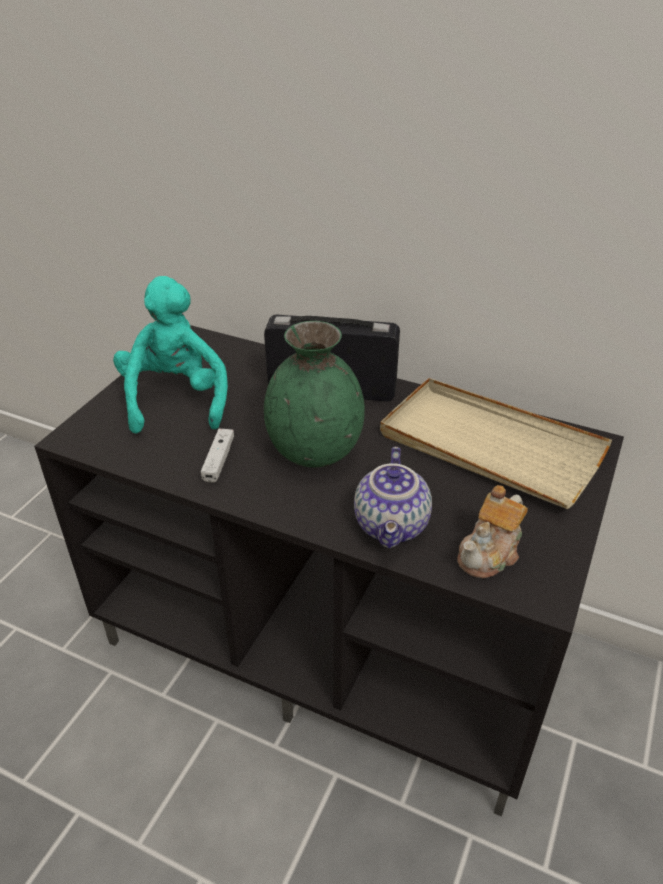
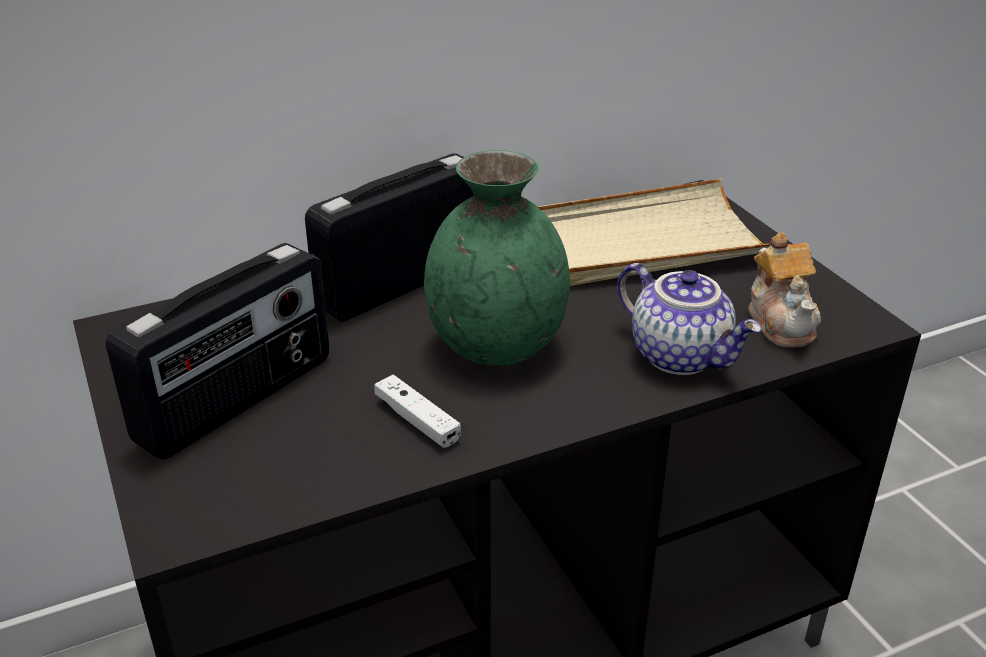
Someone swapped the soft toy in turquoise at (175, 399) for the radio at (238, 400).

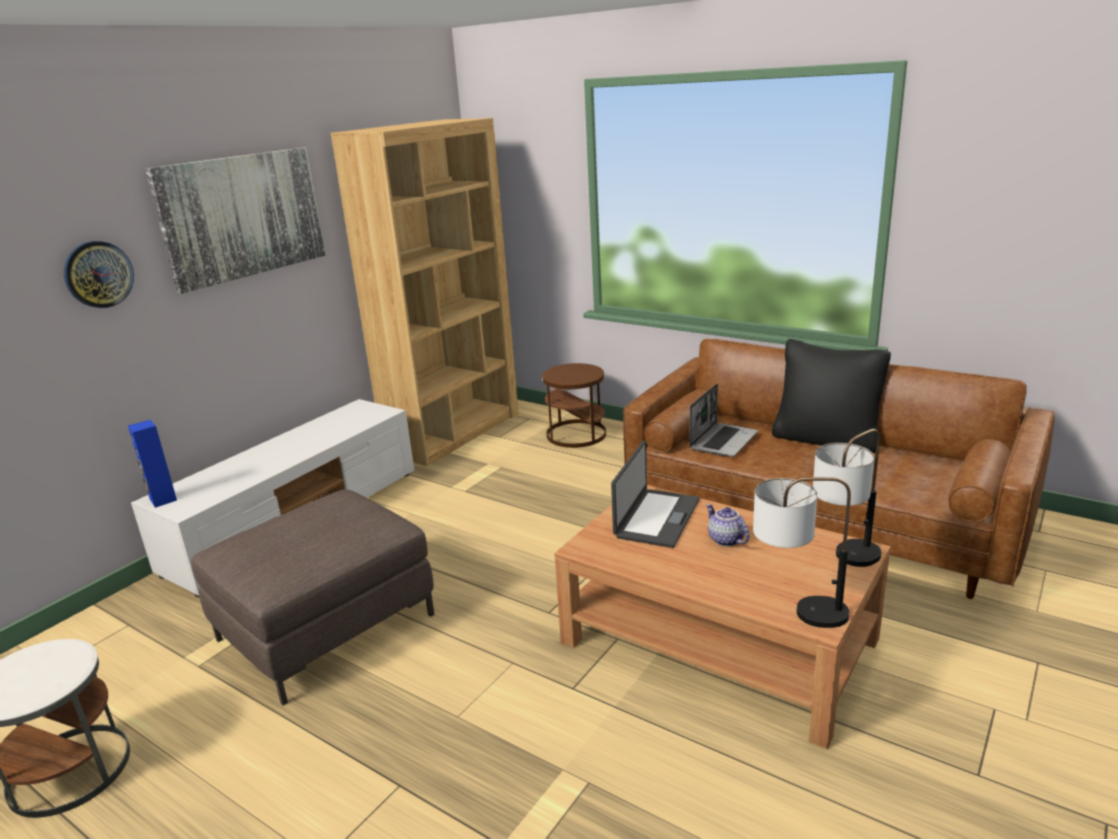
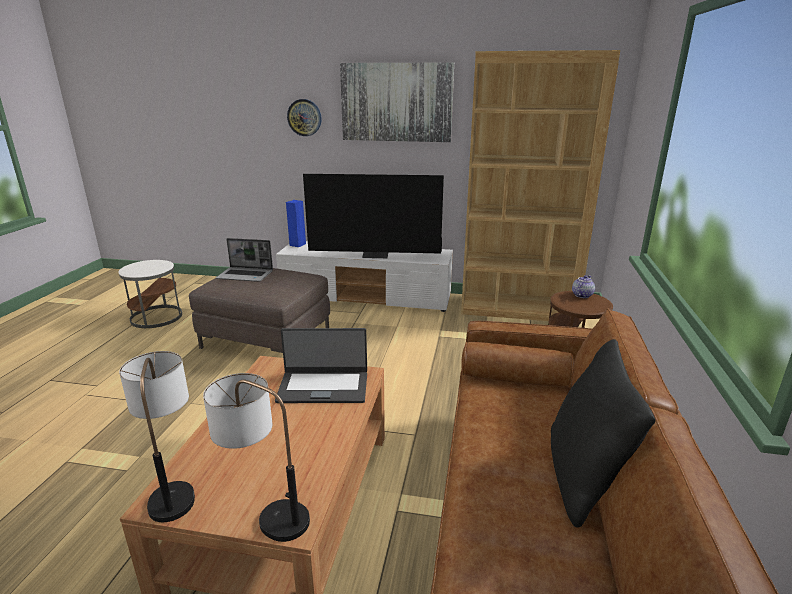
Someone put down the television at (375, 255).
Someone carried the notebook computer from (723, 441) to (246, 275).
Someone carried the teapot from (725, 540) to (581, 295).

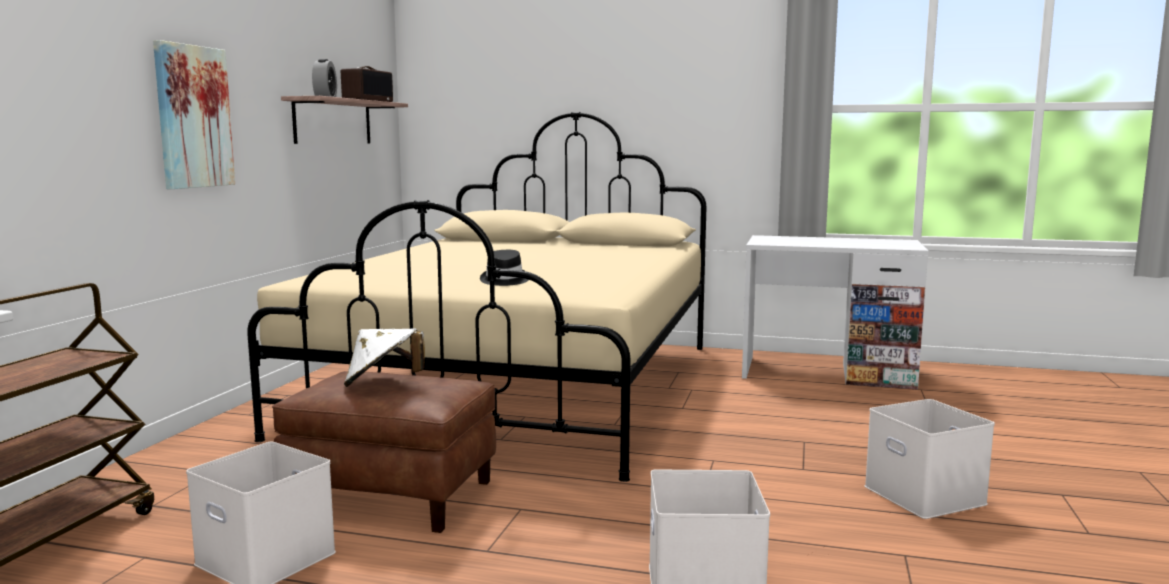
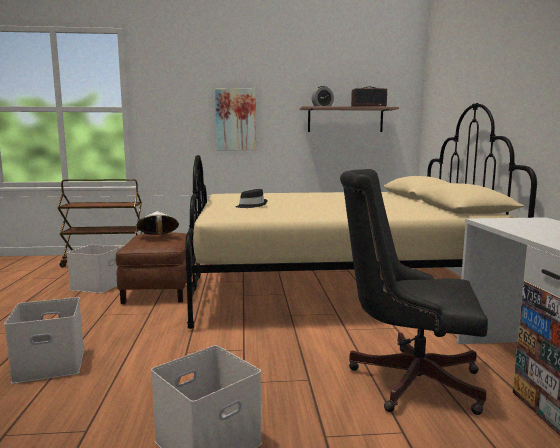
Someone put down the office chair in black at (407, 379).

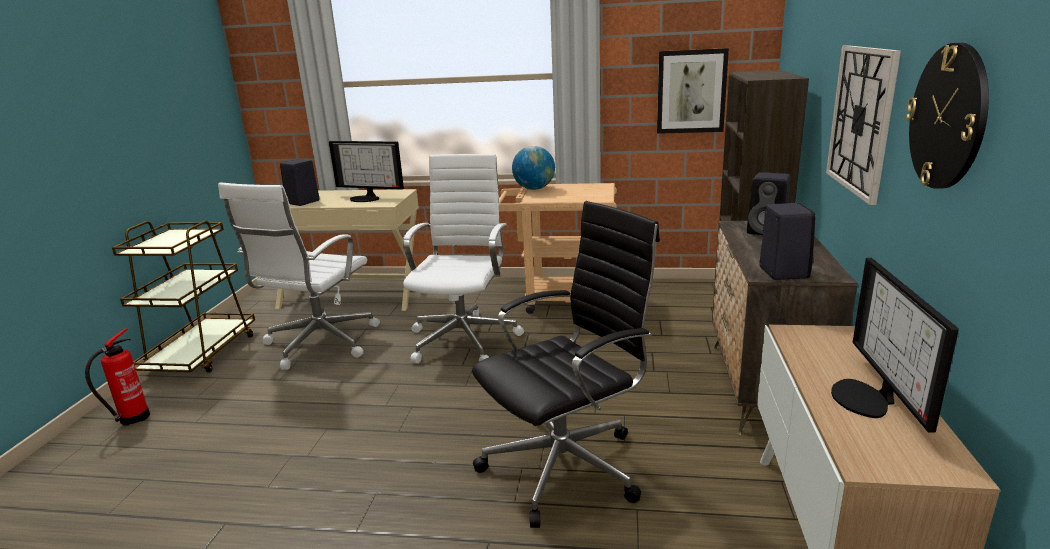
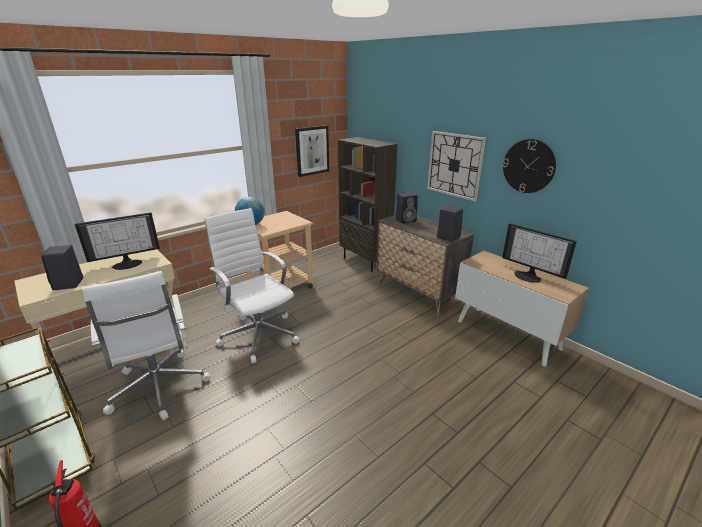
Someone took away the office chair in black at (567, 465).

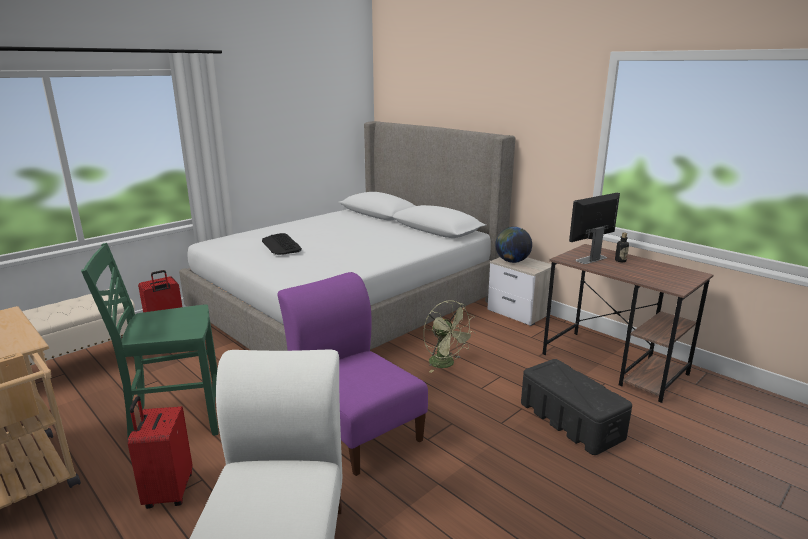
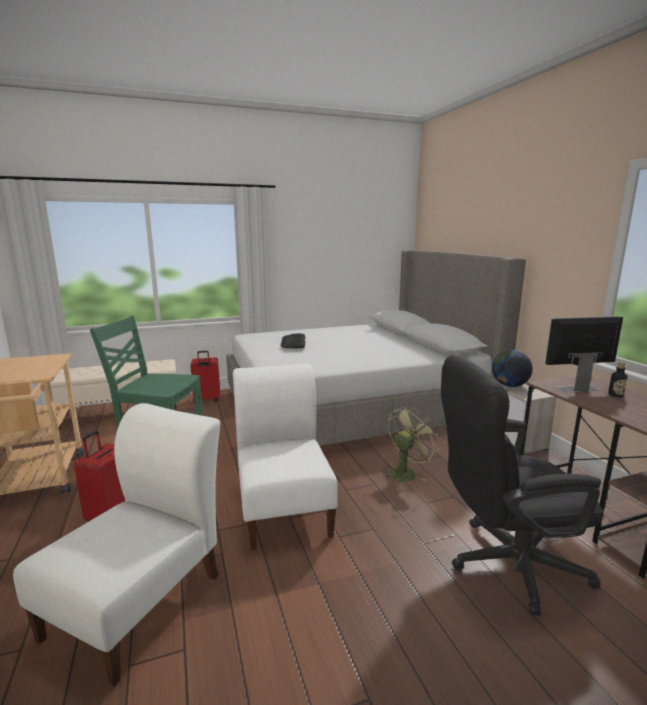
Someone swapped the storage container in black at (570, 420) for the office chair in black at (504, 563).
Someone repainted the upright chair in purple-coloured at (355, 427), which became the upright chair in white at (284, 506).
Someone rotated the cooling fan in green-coloured at (446, 364) by 120 degrees counterclockwise.

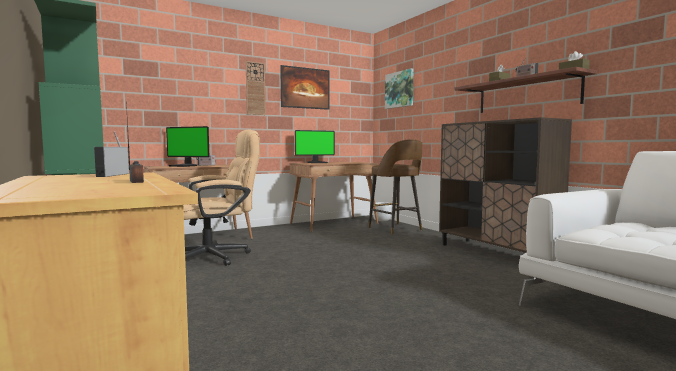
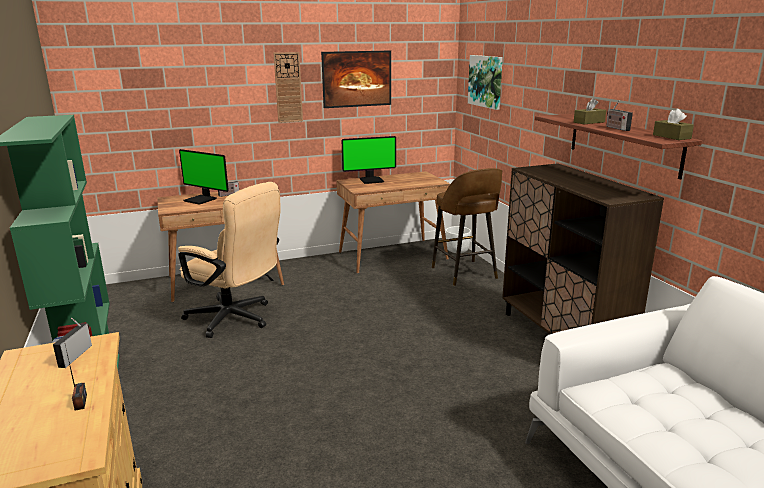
Someone rotated the office chair in sand-coloured at (217, 256) by 45 degrees clockwise.

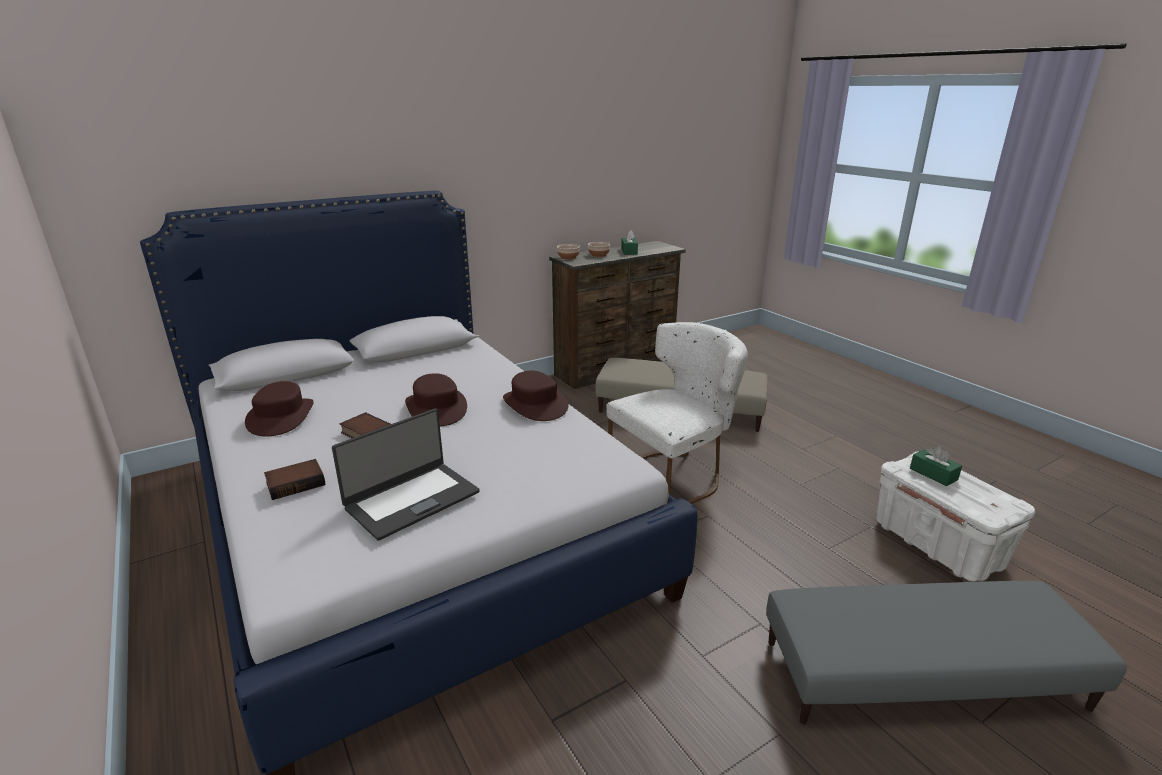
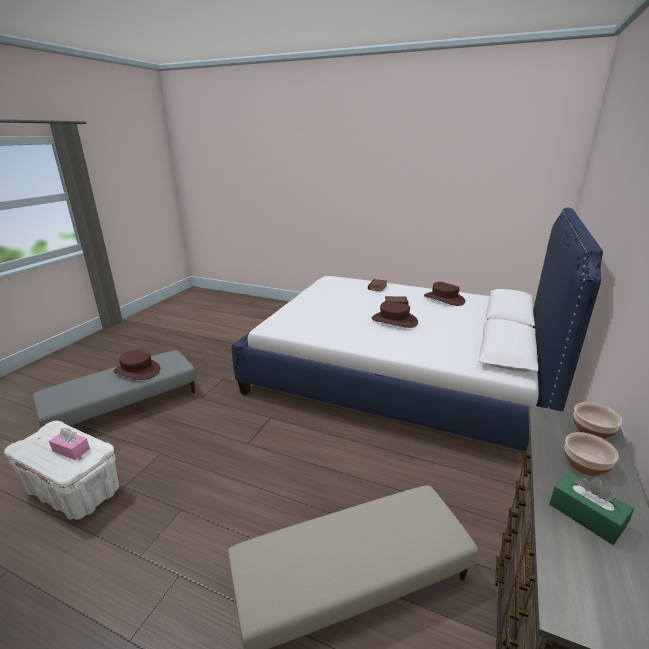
Someone took away the notebook computer at (411, 499).
Someone took away the upright chair in white at (674, 476).
Someone carried the wearable hat in brown-coloured from (534, 404) to (137, 370).
Someone repainted the box of tissues in green-coloured at (933, 474), which became the box of tissues in pinkish at (71, 450).

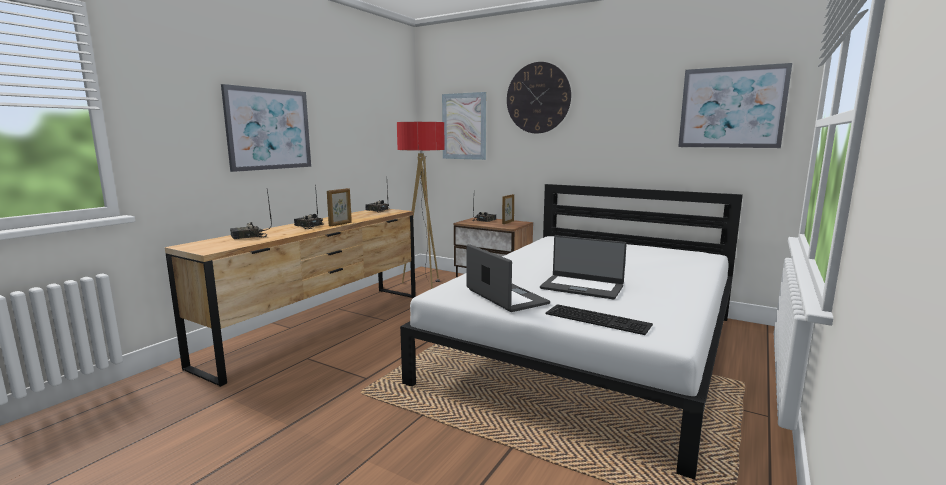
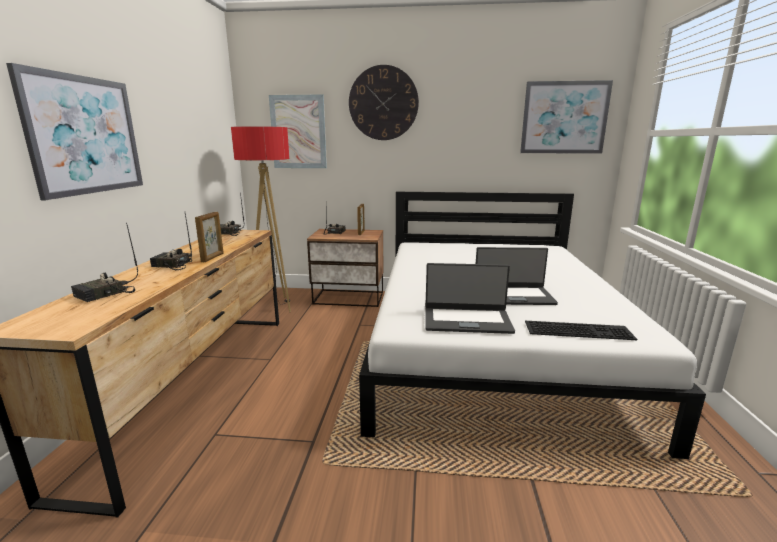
Someone rotated the notebook computer at (505, 297) by 150 degrees clockwise.

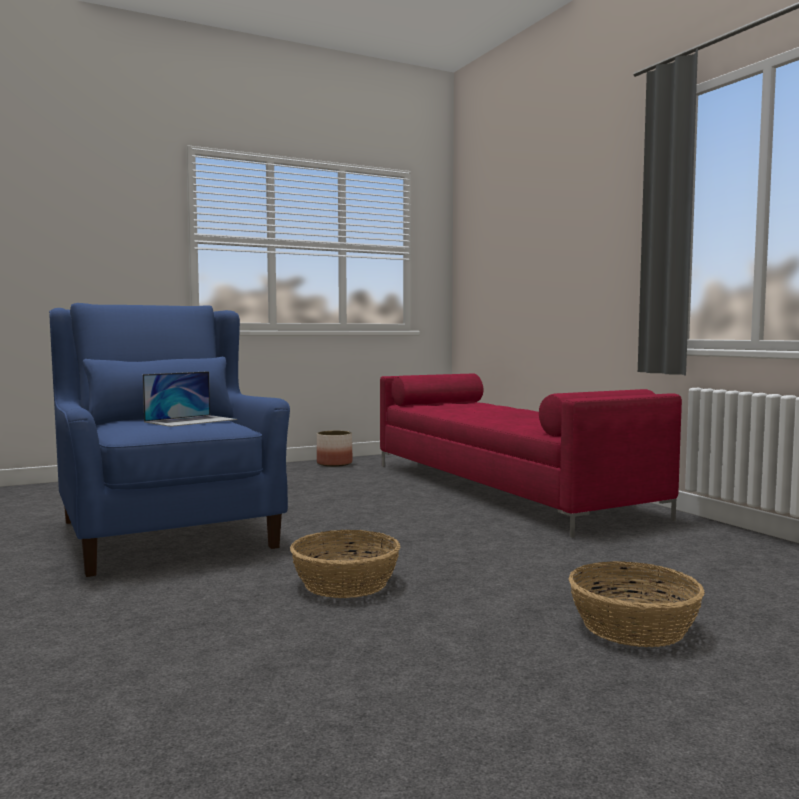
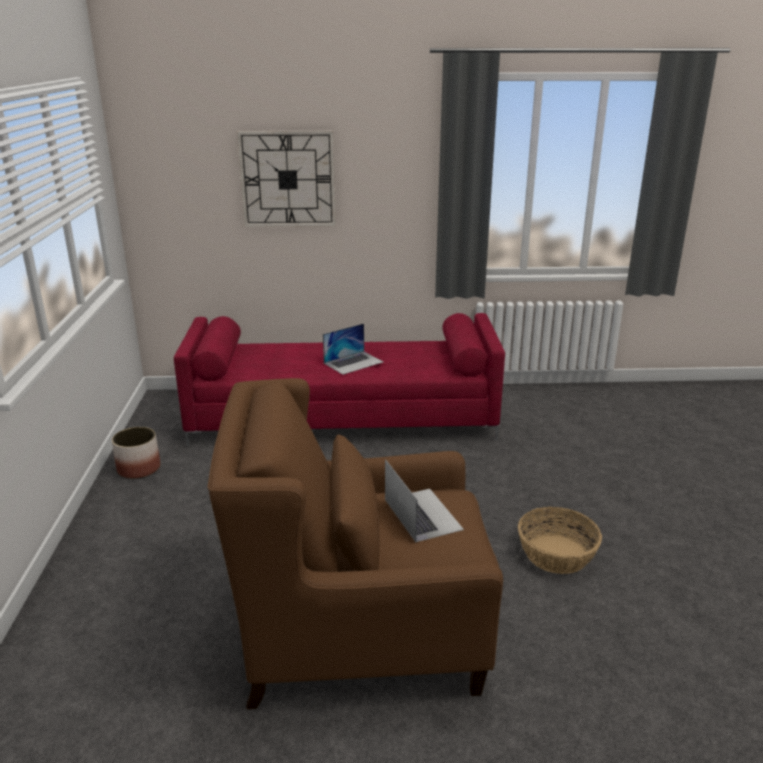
Someone took away the household basket at (634, 627).
Someone put up the hanging clock at (288, 179).
Someone put down the notebook computer at (353, 362).
Someone repainted the armchair in blue at (166, 534), which became the armchair in brown-coloured at (362, 630).

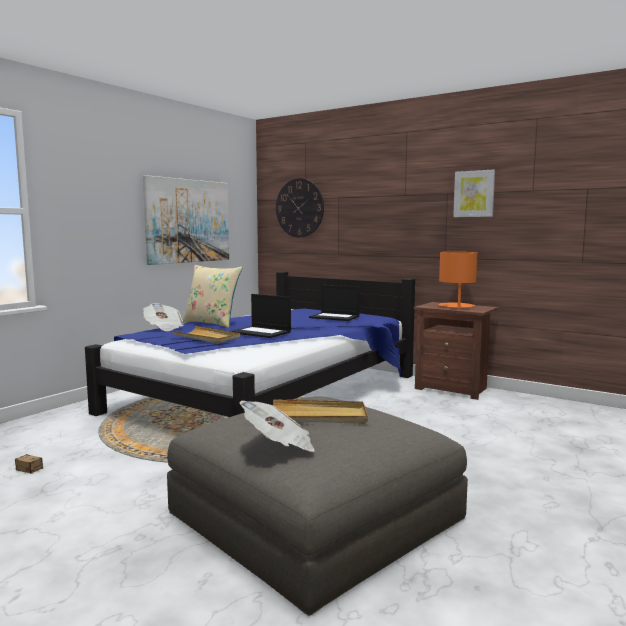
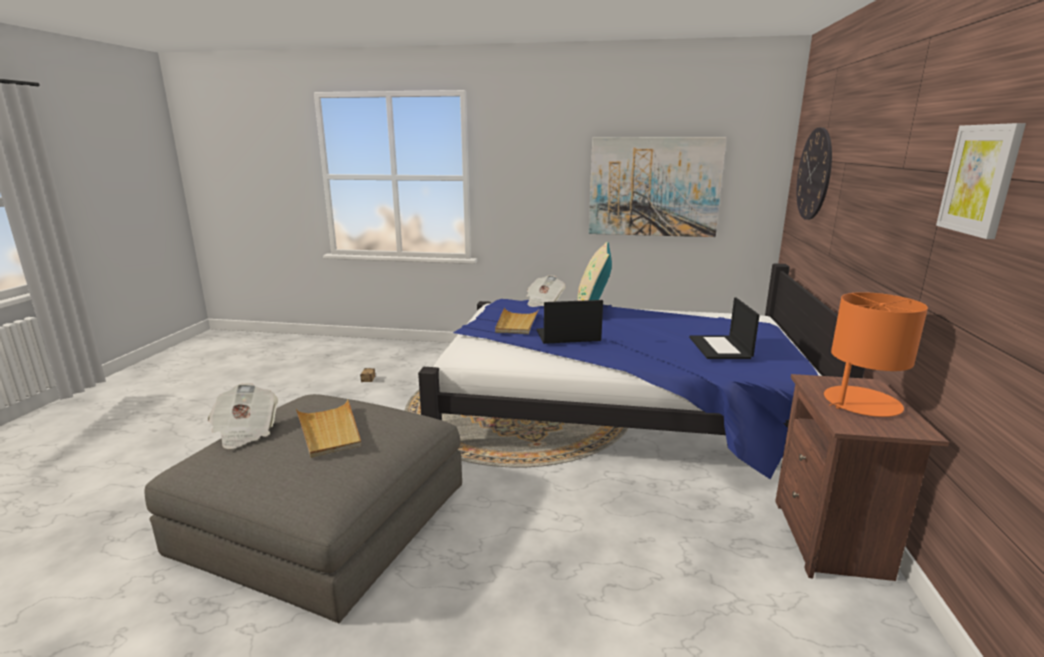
Someone rotated the notebook computer at (262, 332) by 75 degrees clockwise.

